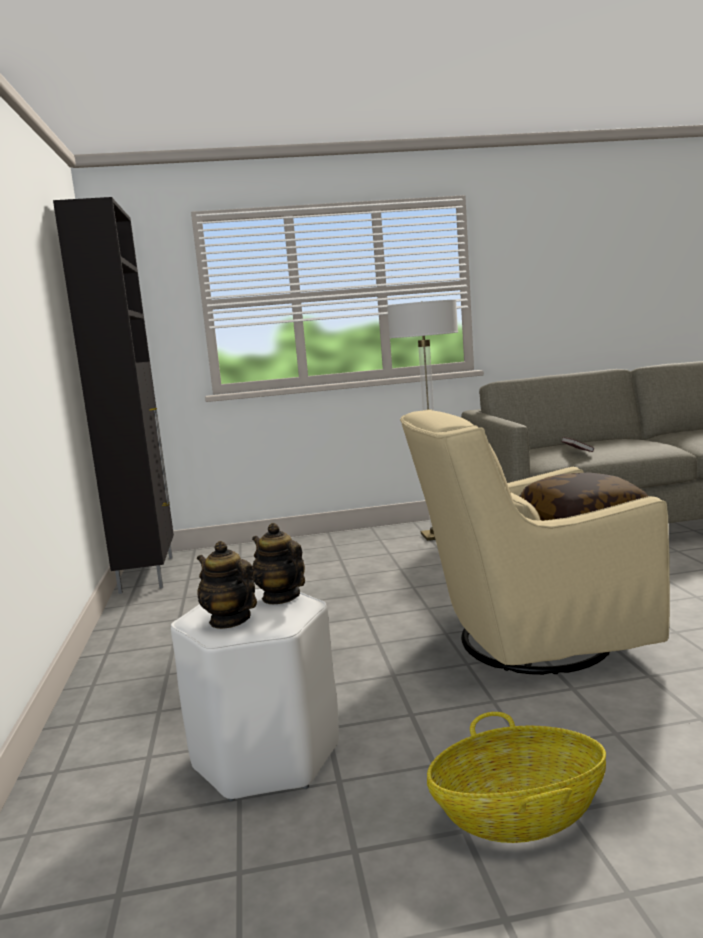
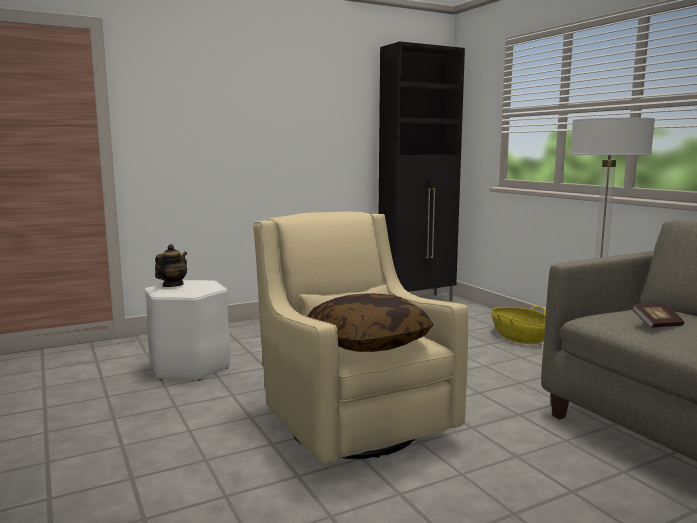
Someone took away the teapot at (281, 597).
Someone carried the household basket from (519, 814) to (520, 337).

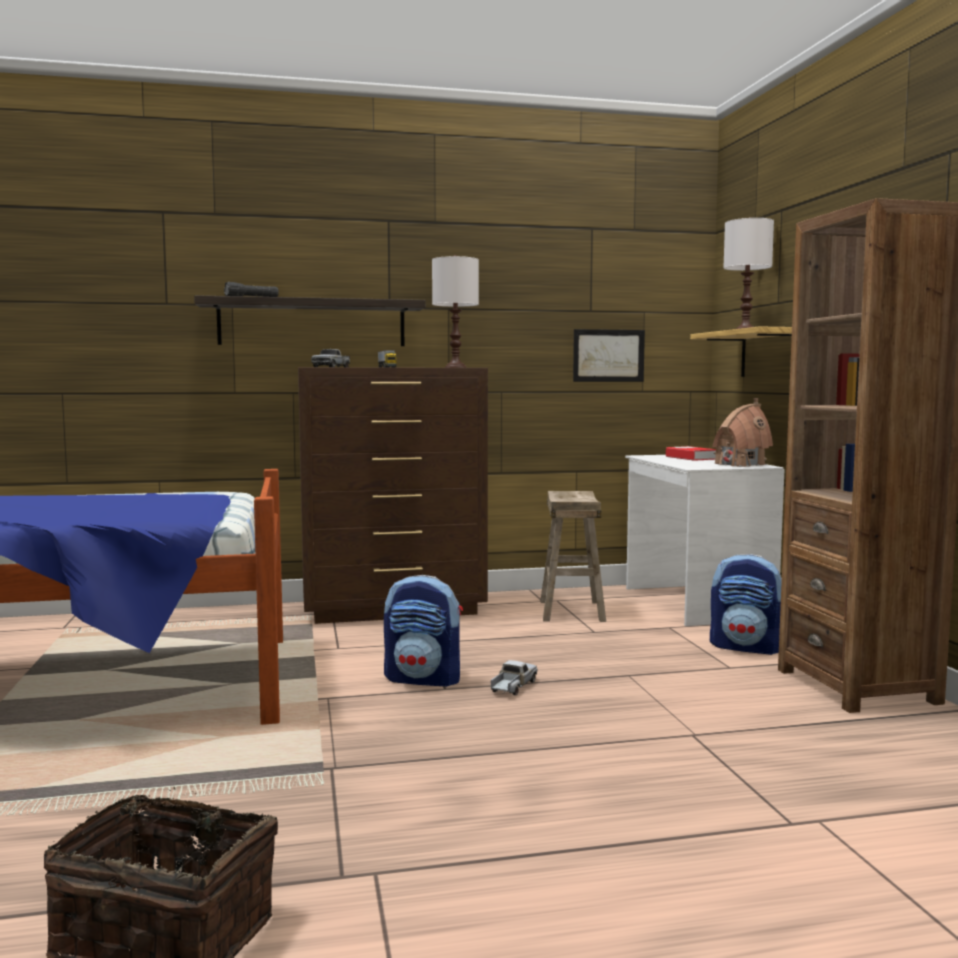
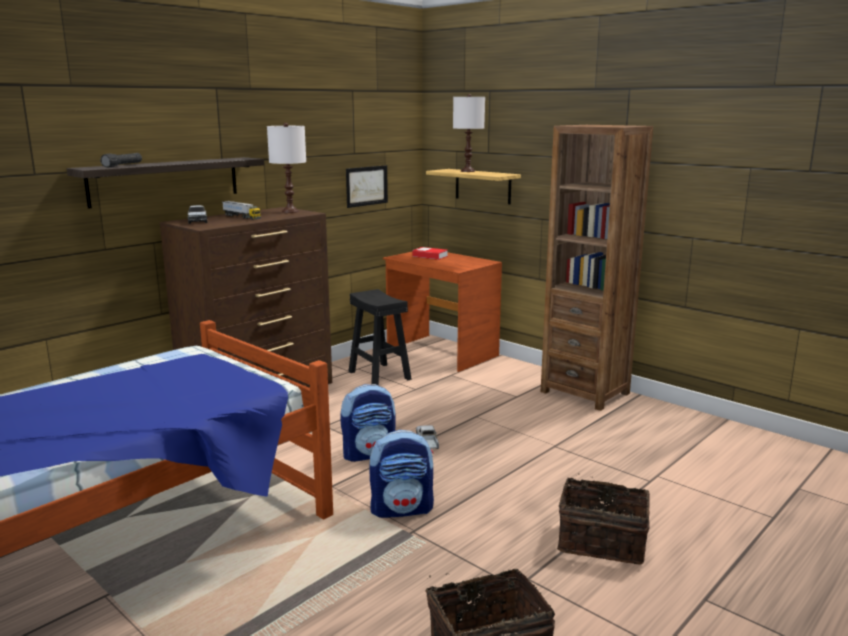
Someone took away the toy house at (739, 464).
Someone put down the household basket at (601, 541).
Someone carried the backpack from (746, 647) to (402, 509).
Someone repainted the stool in sand-coloured at (571, 610), which became the stool in black at (378, 375).
Someone repainted the desk table in white at (695, 603), which became the desk table in brown-coloured at (441, 352).

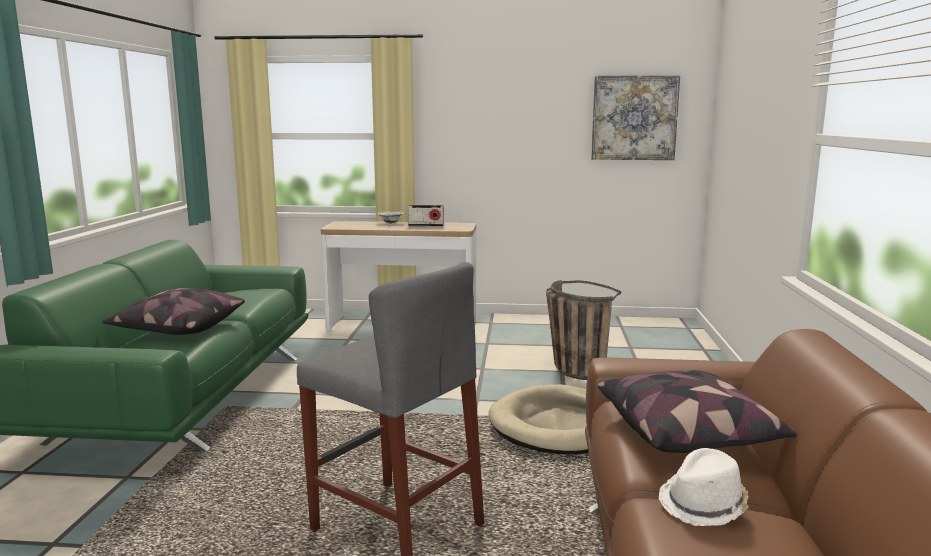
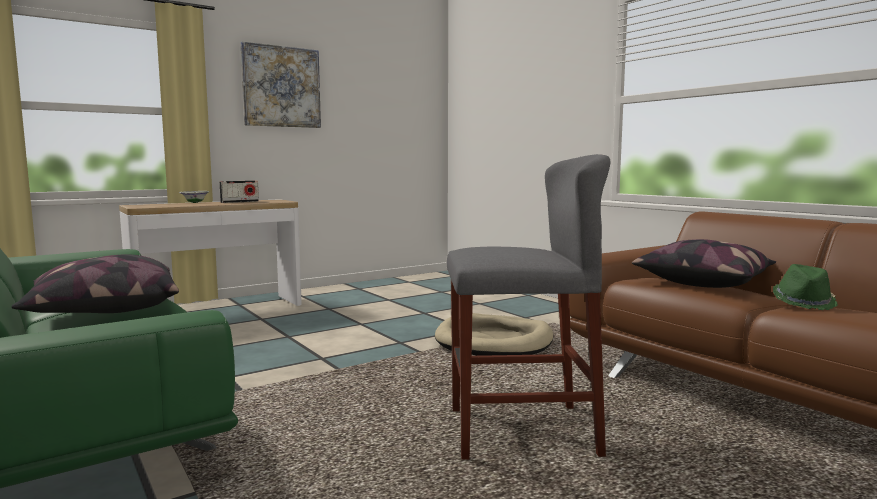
Someone took away the household basket at (570, 368).
Someone carried the picture from (634, 118) to (281, 87).
Someone repainted the wearable hat in white at (704, 505), which became the wearable hat in green-coloured at (803, 302).

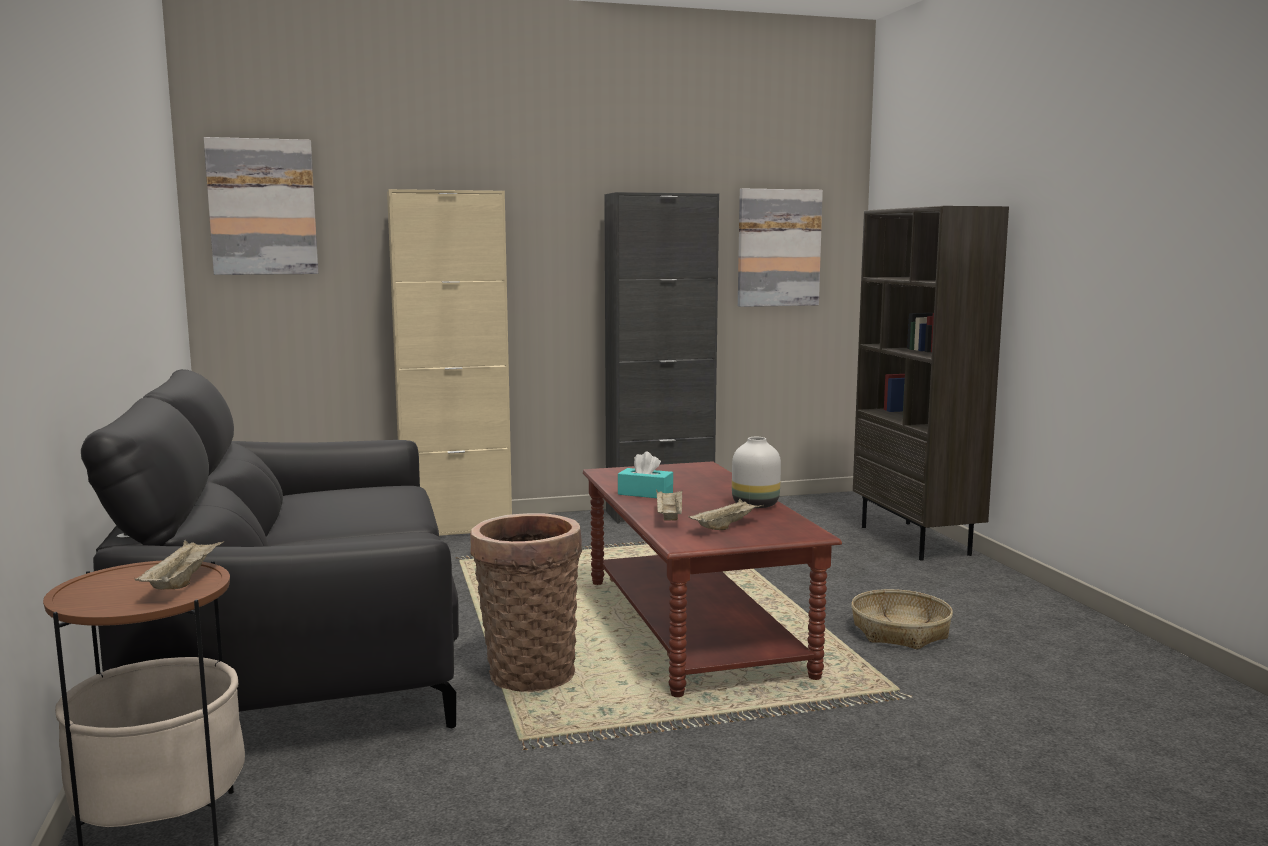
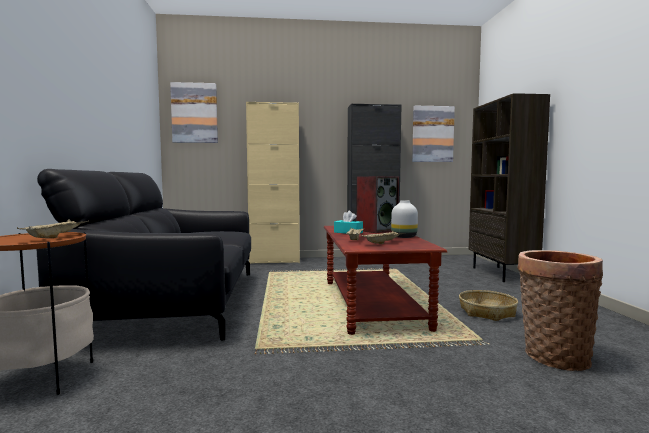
Someone put down the audio speaker at (377, 230).
Someone carried the household basket from (528, 673) to (552, 355).

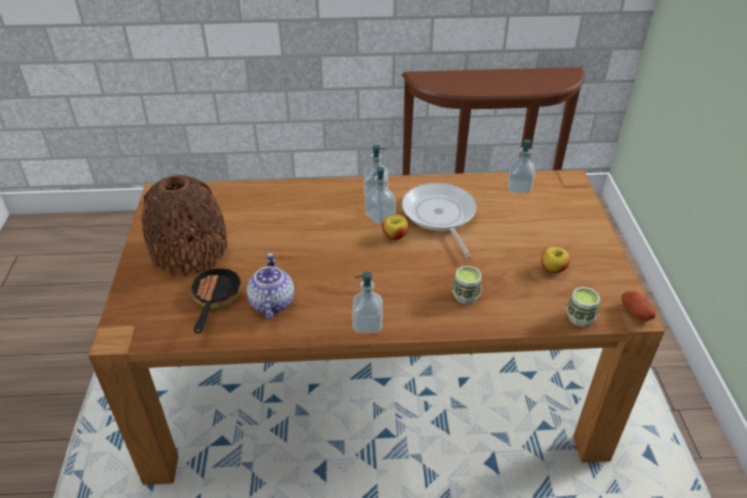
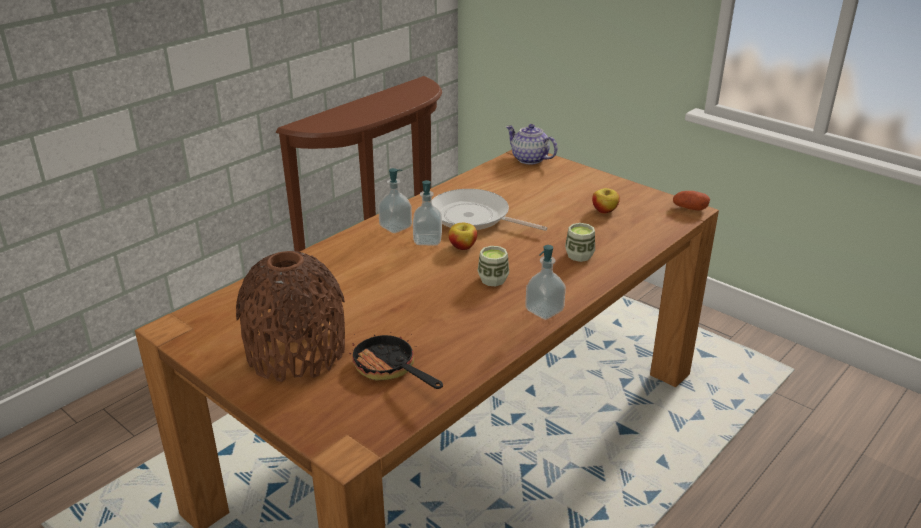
Someone took away the liquid soap bottle at (519, 187).
Someone carried the teapot from (271, 302) to (529, 159).
Someone carried the small cup from (579, 318) to (493, 280).

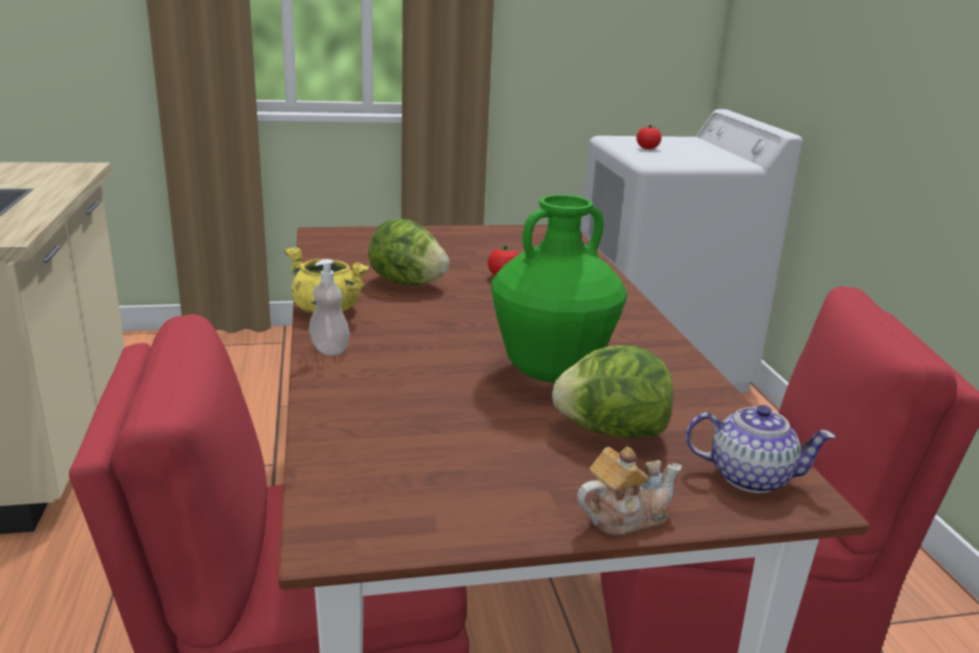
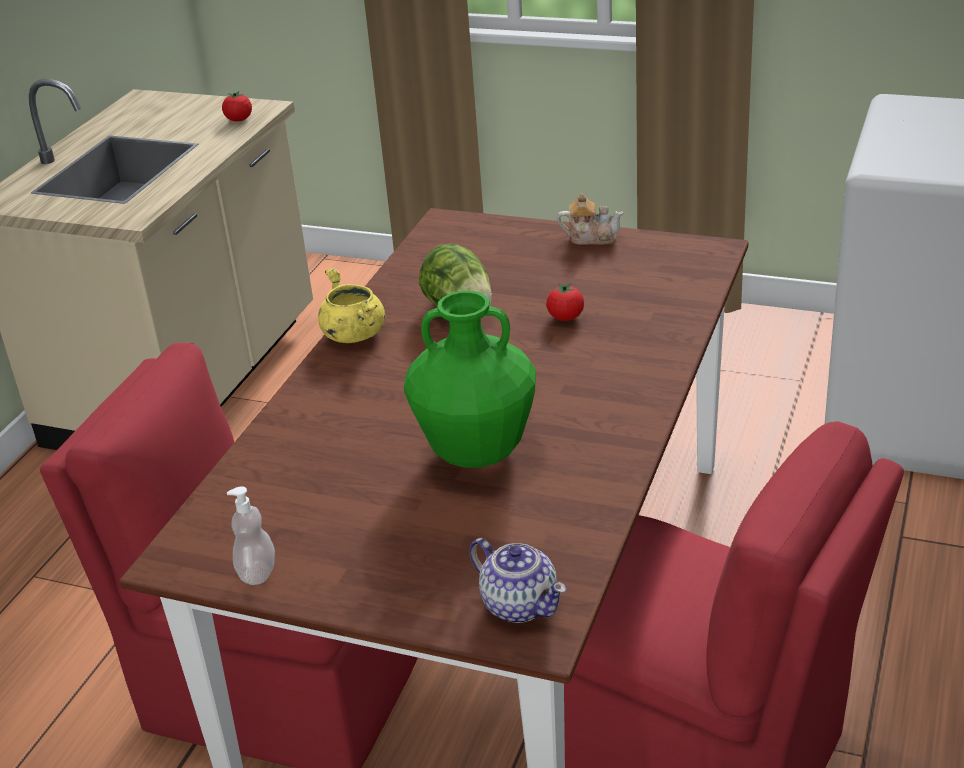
Someone took away the lettuce at (610, 431).
Someone carried the liquid soap bottle from (329, 349) to (257, 573).
Someone carried the teapot from (624, 516) to (591, 237).
Someone carried the whole tomato from (647, 149) to (239, 120).

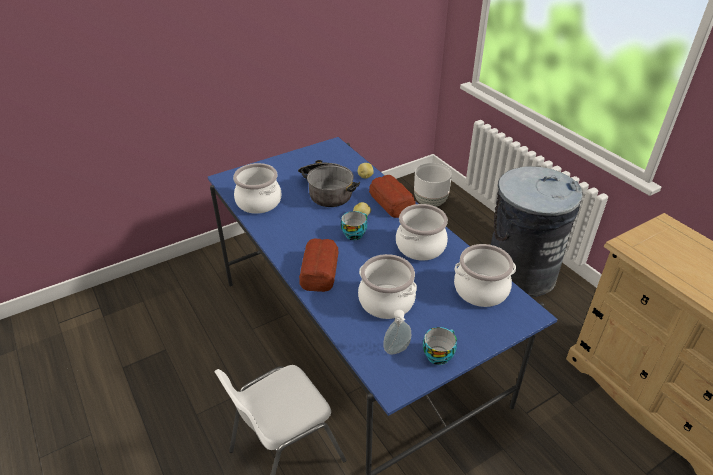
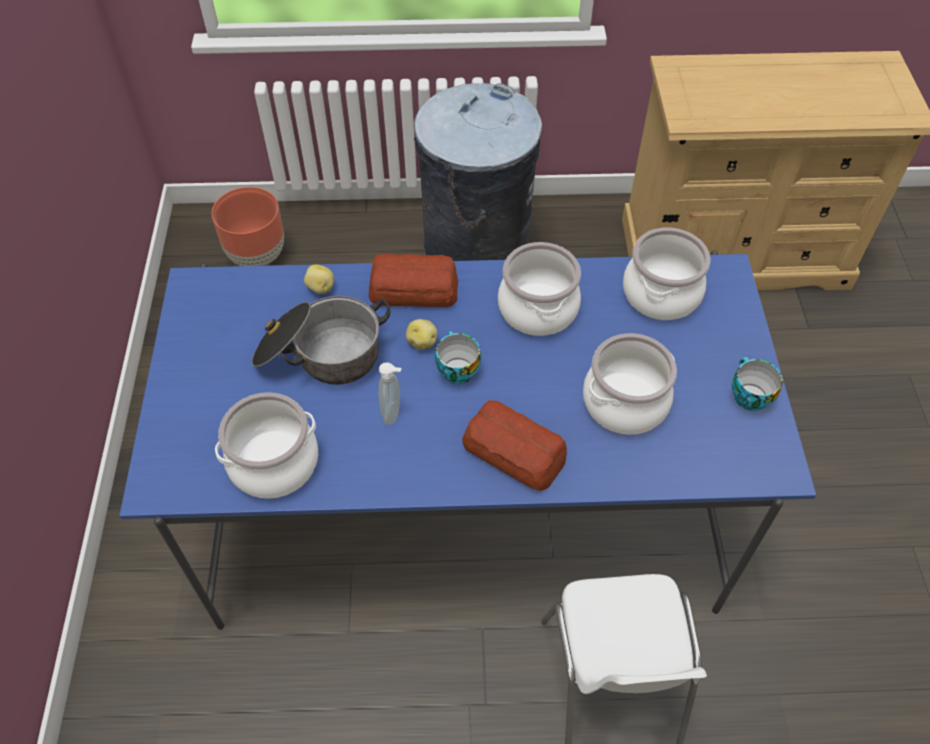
Someone carried the liquid soap bottle from (397, 351) to (393, 413).
Someone repainted the planter in white at (430, 203), which became the planter in brown-coloured at (258, 256).

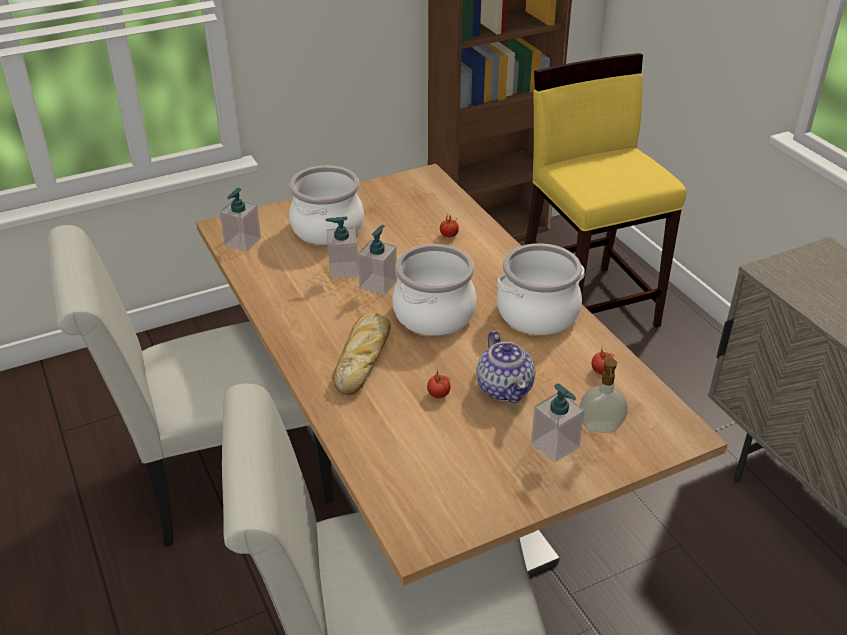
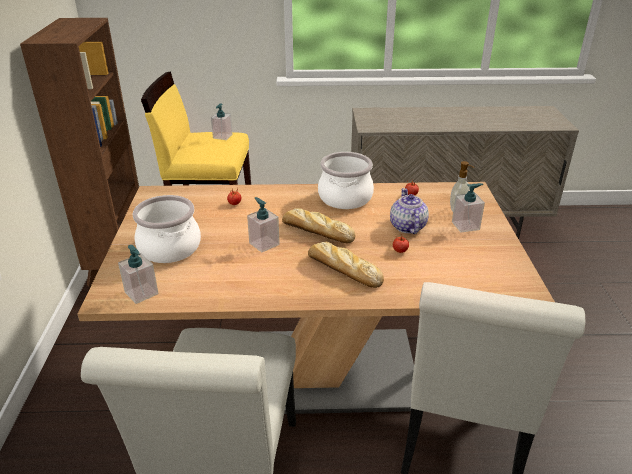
Someone carried the liquid soap bottle from (343, 270) to (222, 136).
Someone swapped the saucepot at (433, 313) for the bakery bread at (316, 231).
Someone rotated the teapot at (505, 388) by 105 degrees counterclockwise.

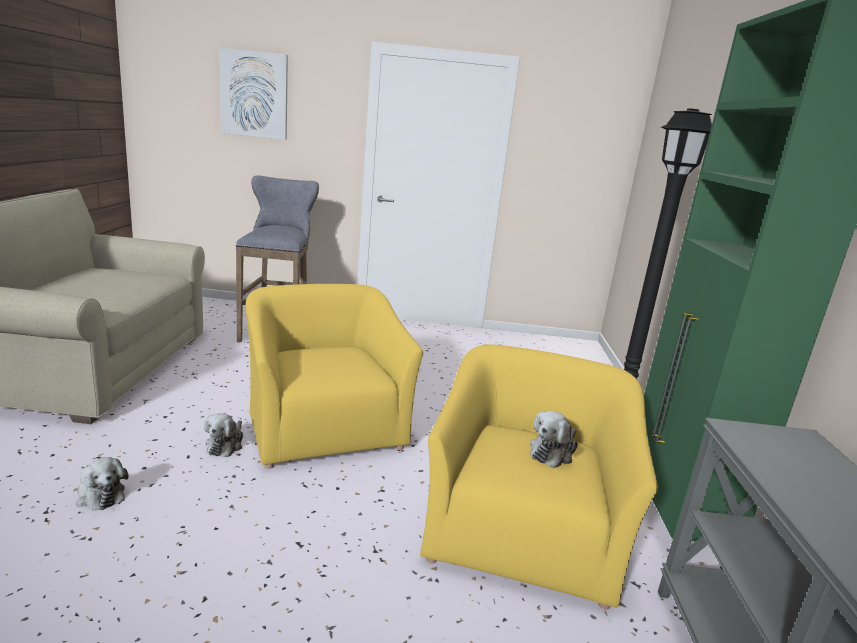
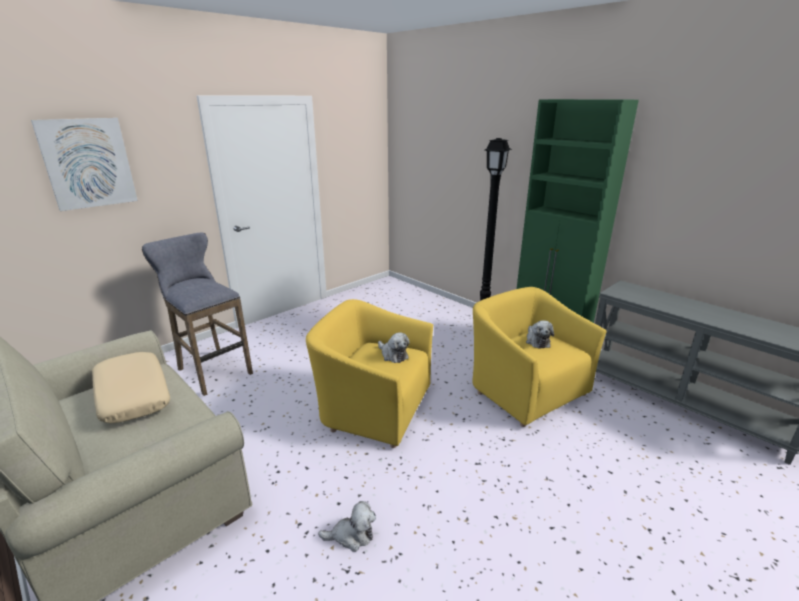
Someone put down the throw pillow in sand-coloured at (132, 395).
Someone carried the soft toy from (226, 444) to (393, 355).

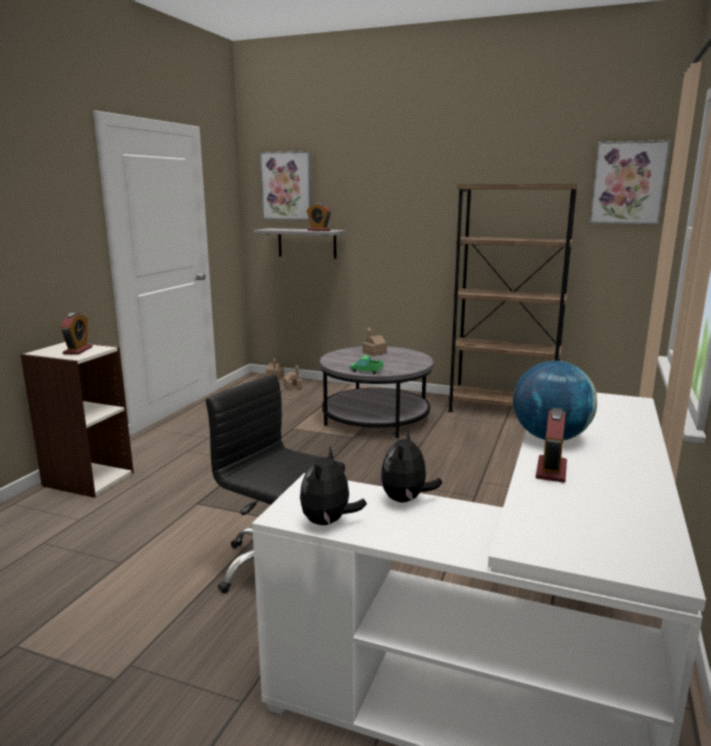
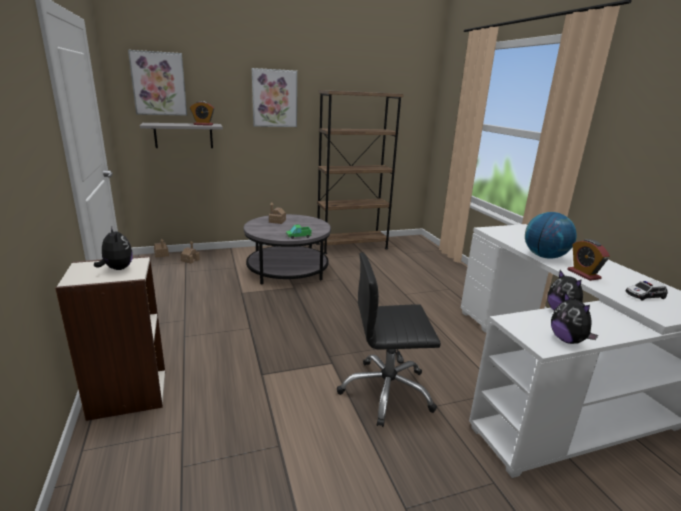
Someone put down the toy car at (644, 295).
Someone carried the picture from (628, 183) to (274, 98).
Someone swapped the table clock at (78, 350) for the soft toy at (117, 269).

